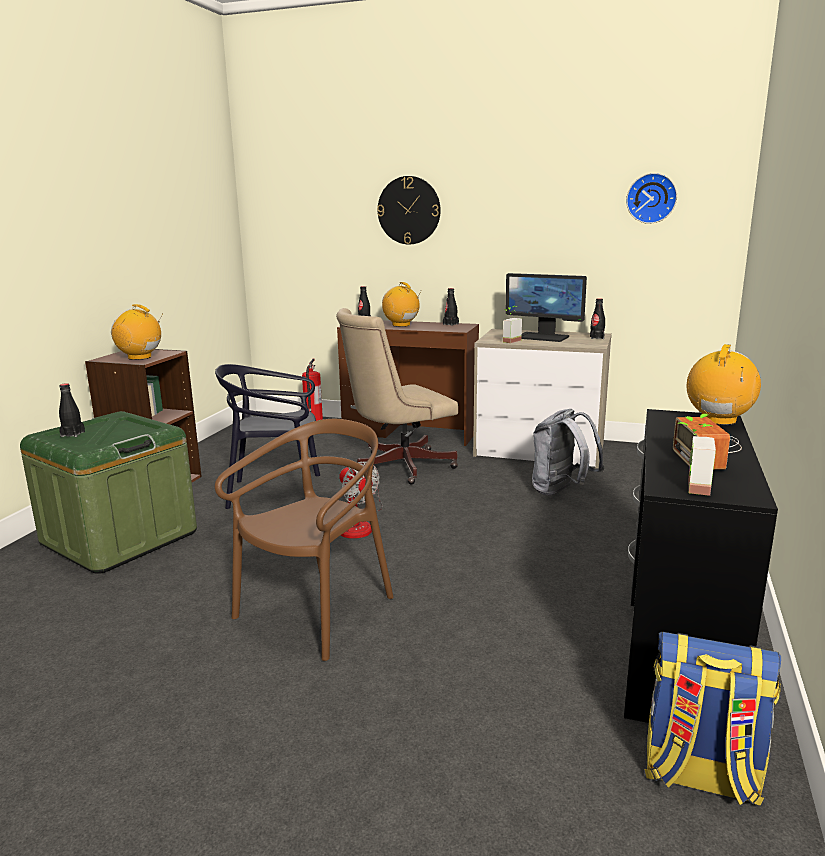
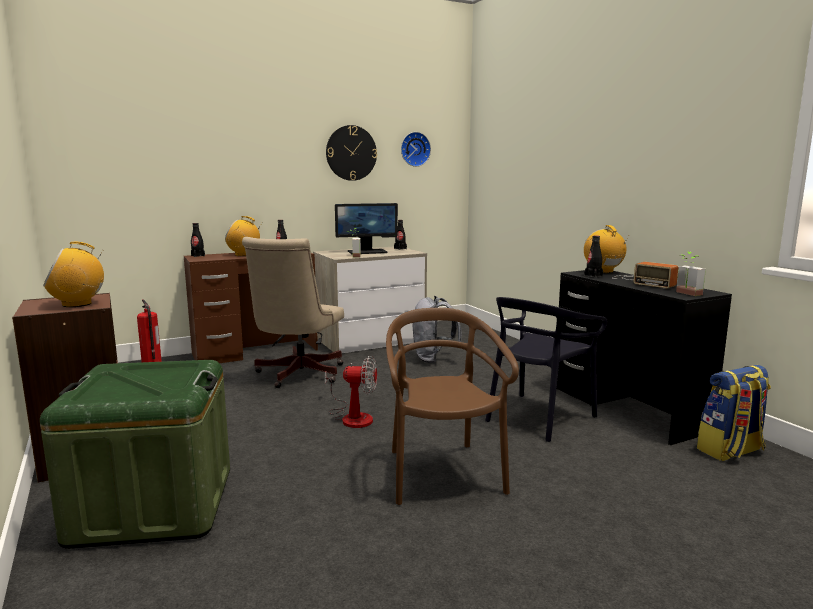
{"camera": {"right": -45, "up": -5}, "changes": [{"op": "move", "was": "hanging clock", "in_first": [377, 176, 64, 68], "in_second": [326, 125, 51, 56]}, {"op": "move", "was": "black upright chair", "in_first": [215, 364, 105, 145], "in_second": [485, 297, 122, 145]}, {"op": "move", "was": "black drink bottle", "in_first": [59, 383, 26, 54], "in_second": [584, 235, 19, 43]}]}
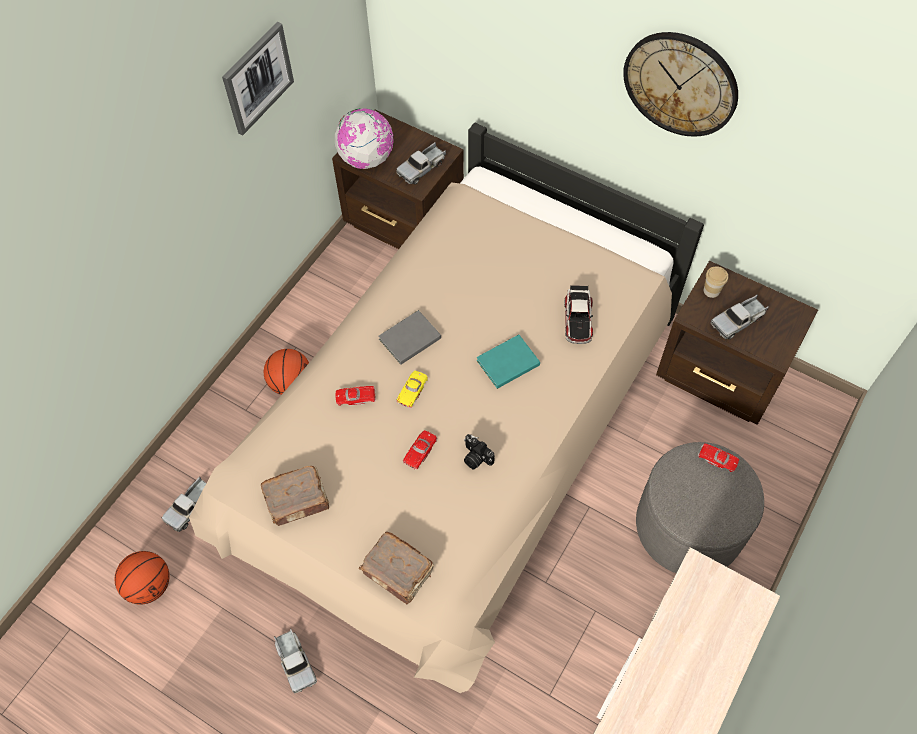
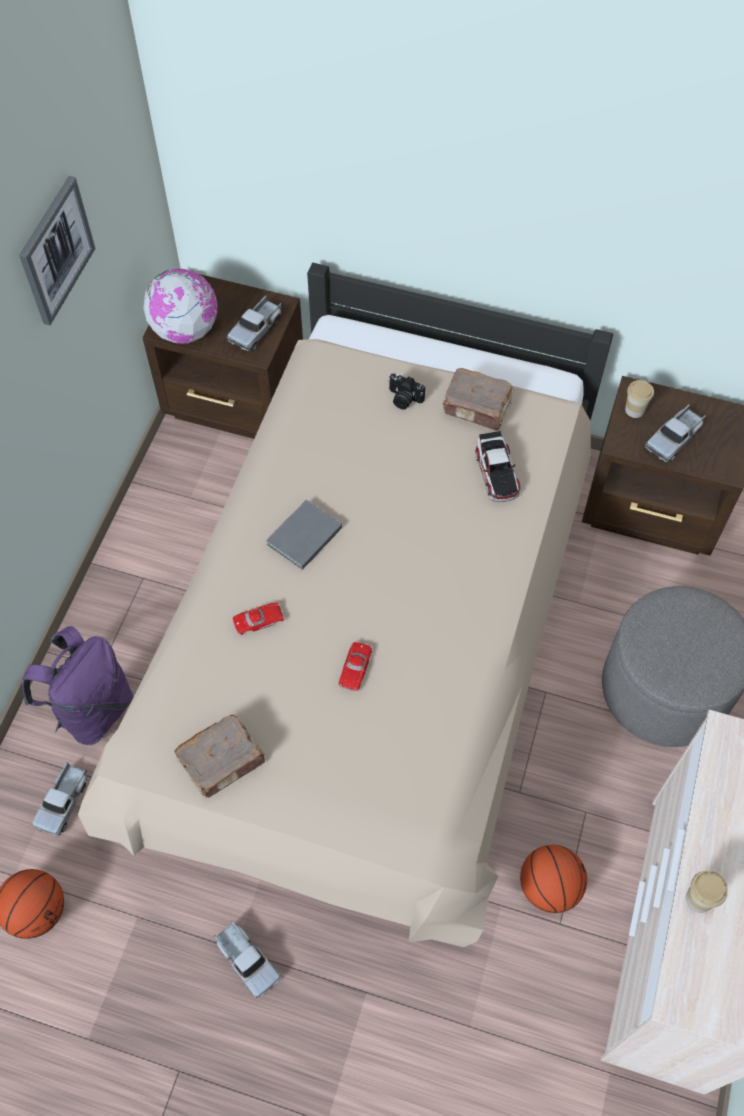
{"camera": {"right": -15, "up": 0}, "changes": [{"op": "delete", "was": "hanging clock", "in_first": [623, 32, 115, 105]}, {"op": "delete", "was": "blue-green volume", "in_first": [477, 335, 63, 54]}, {"op": "move", "was": "ball for basketball", "in_first": [264, 349, 45, 46], "in_second": [520, 845, 67, 68]}, {"op": "delete", "was": "yellowish toy car", "in_first": [397, 371, 31, 37]}, {"op": "move", "was": "photo camera", "in_first": [464, 434, 31, 35], "in_second": [388, 373, 37, 37]}, {"op": "delete", "was": "red toy car", "in_first": [698, 443, 41, 29]}, {"op": "move", "was": "brown-coloured volume", "in_first": [359, 532, 75, 73], "in_second": [442, 368, 72, 63]}, {"op": "insert", "now": "purplish knapsack", "in_second": [22, 626, 112, 119]}, {"op": "insert", "now": "small cup", "in_second": [686, 871, 42, 42]}]}
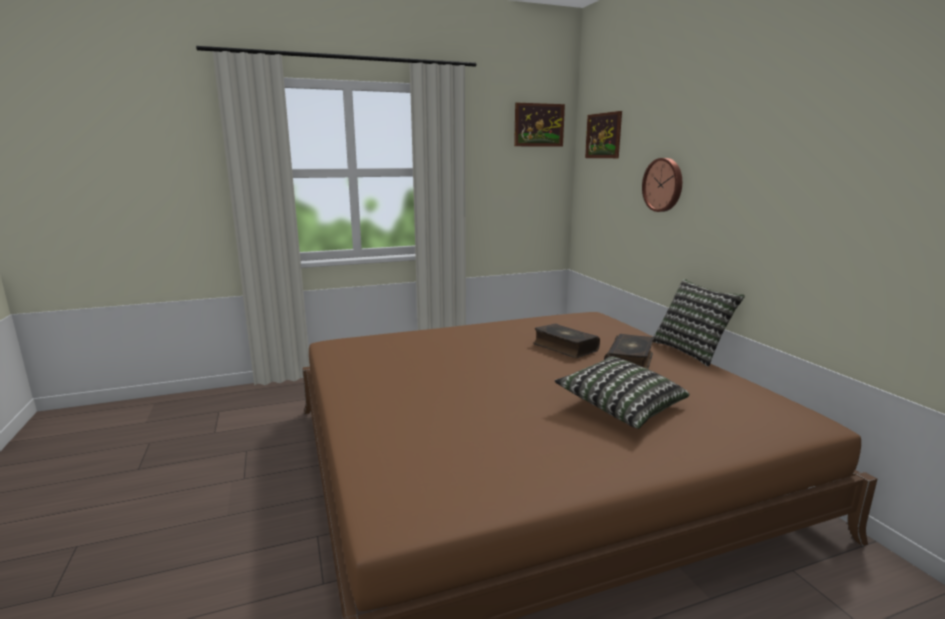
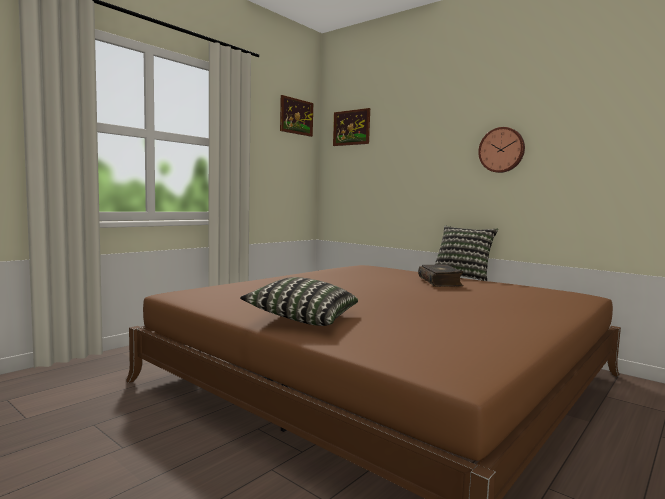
{"camera": {"right": -30, "up": -10}, "changes": [{"op": "move", "was": "hanging clock", "in_first": [642, 158, 40, 54], "in_second": [478, 127, 47, 46]}, {"op": "delete", "was": "volume", "in_first": [533, 323, 67, 35]}, {"op": "move", "was": "cushion", "in_first": [555, 356, 135, 73], "in_second": [240, 277, 118, 49]}]}
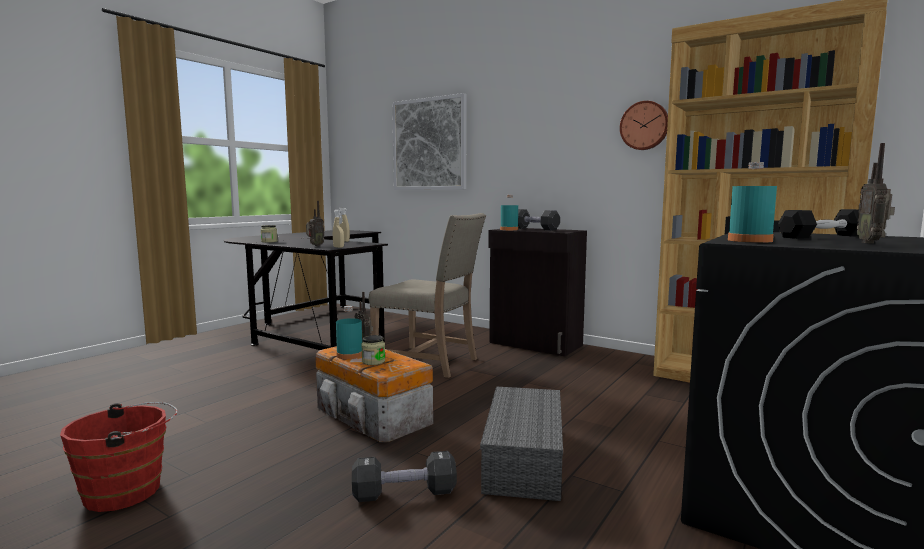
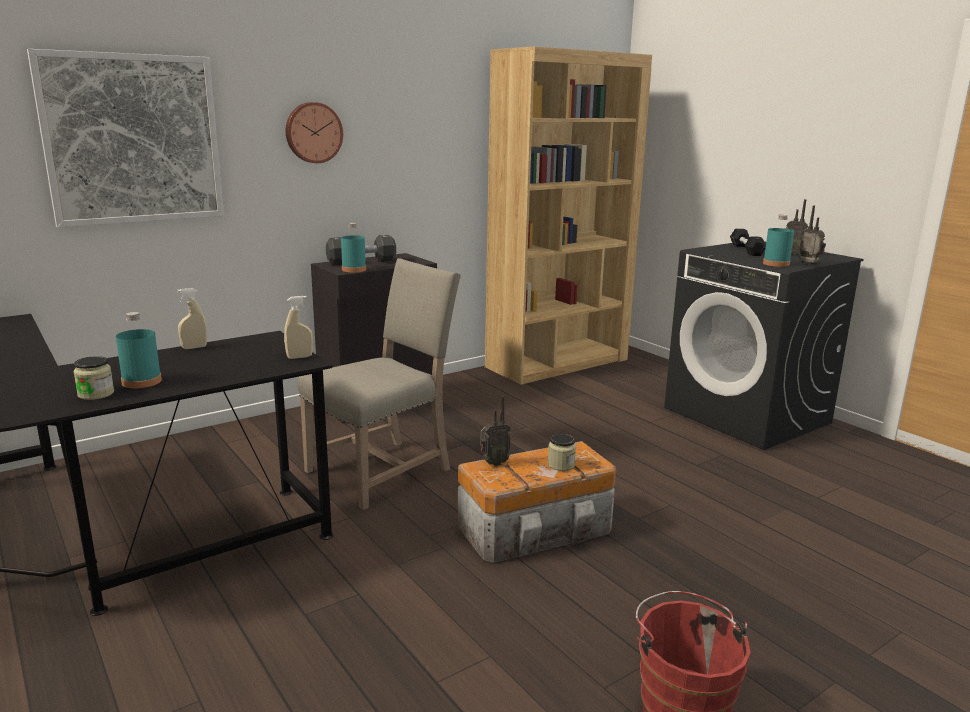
{"camera": {"right": -70, "up": 10}, "changes": [{"op": "move", "was": "hanging clock", "in_first": [620, 101, 48, 49], "in_second": [286, 102, 57, 61]}, {"op": "move", "was": "radio", "in_first": [306, 201, 19, 45], "in_second": [799, 205, 27, 61]}, {"op": "move", "was": "blue-green drink bottle", "in_first": [336, 306, 26, 53], "in_second": [116, 312, 46, 76]}, {"op": "delete", "was": "grey storage box", "in_first": [480, 386, 83, 115]}, {"op": "delete", "was": "black free weight", "in_first": [352, 451, 105, 51]}]}
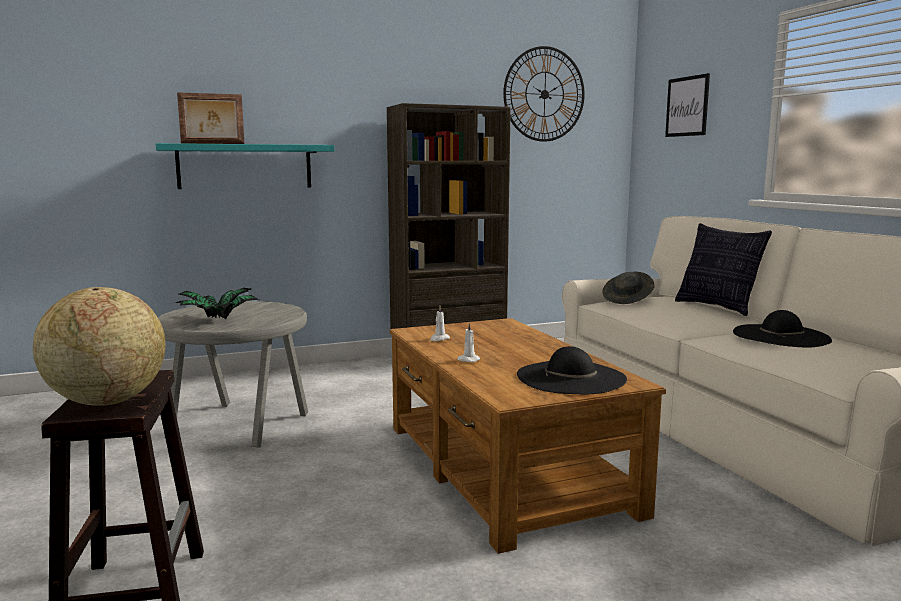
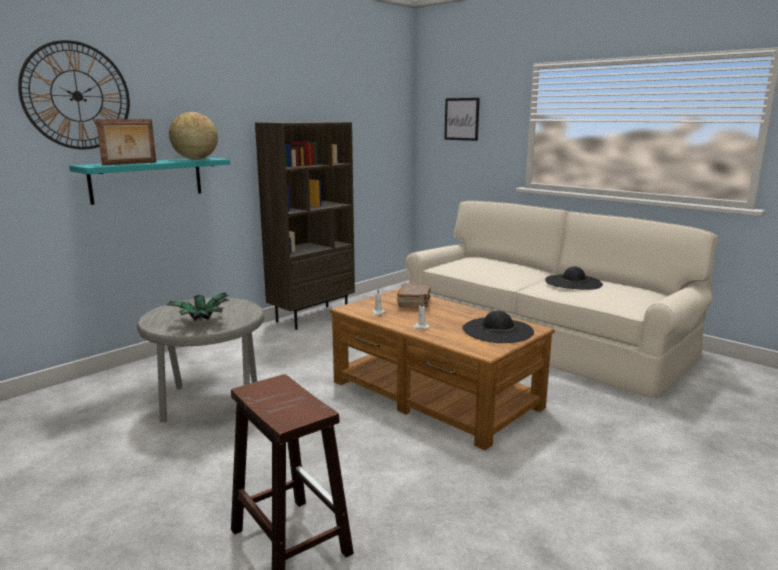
{"camera": {"right": -25, "up": 5}, "changes": [{"op": "move", "was": "hanging clock", "in_first": [503, 46, 82, 96], "in_second": [18, 40, 112, 109]}, {"op": "delete", "was": "cushion", "in_first": [675, 223, 97, 93]}, {"op": "delete", "was": "grey wearable hat", "in_first": [602, 272, 52, 32]}, {"op": "move", "was": "globe", "in_first": [33, 287, 133, 119], "in_second": [169, 112, 49, 48]}, {"op": "insert", "now": "brown-coloured volume", "in_second": [397, 284, 34, 24]}]}
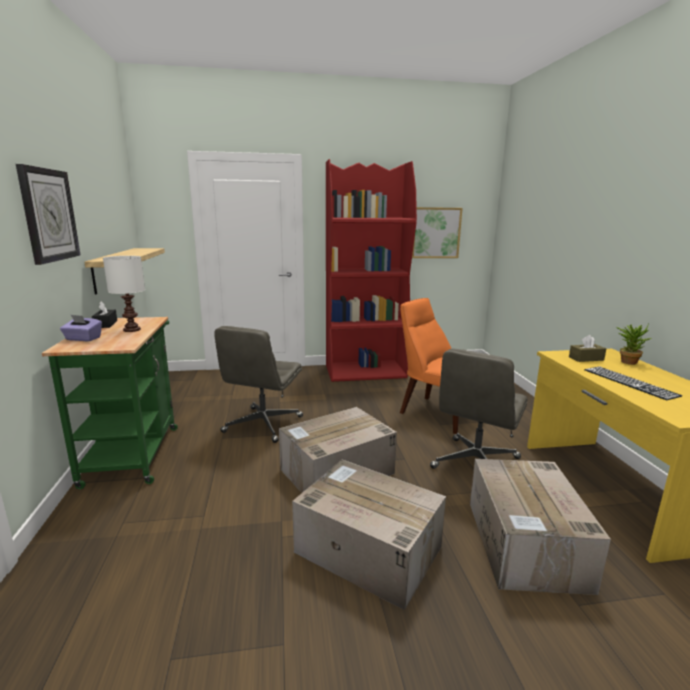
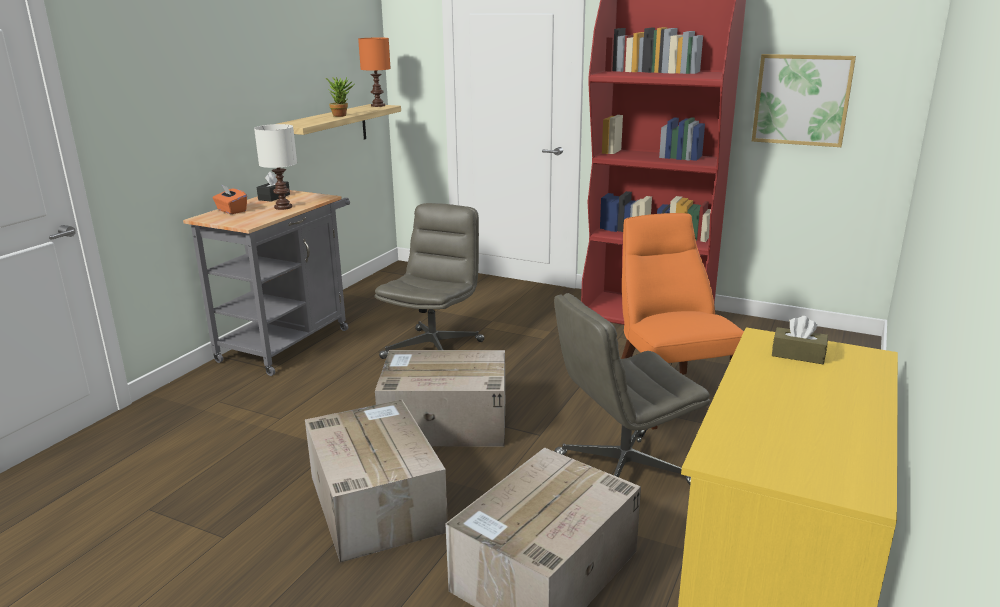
{"camera": {"right": 35, "up": 5}, "changes": [{"op": "delete", "was": "hanging clock", "in_first": [16, 164, 65, 101]}, {"op": "recolor", "was": "purplish tissue box", "now": "orange tissue box", "in_first": [60, 315, 42, 26], "in_second": [212, 184, 35, 30]}, {"op": "recolor", "was": "greenish cart", "now": "grey cart", "in_first": [42, 317, 136, 172], "in_second": [183, 190, 167, 186]}, {"op": "move", "was": "potted plant", "in_first": [616, 324, 35, 41], "in_second": [325, 77, 29, 40]}, {"op": "rotate", "was": "grey desk chair", "in_first": [214, 326, 89, 117], "in_second": [374, 203, 111, 156], "clockwise": 150}, {"op": "delete", "was": "keyboard", "in_first": [584, 367, 98, 33]}, {"op": "insert", "now": "orange table lamp", "in_second": [358, 38, 33, 69]}]}
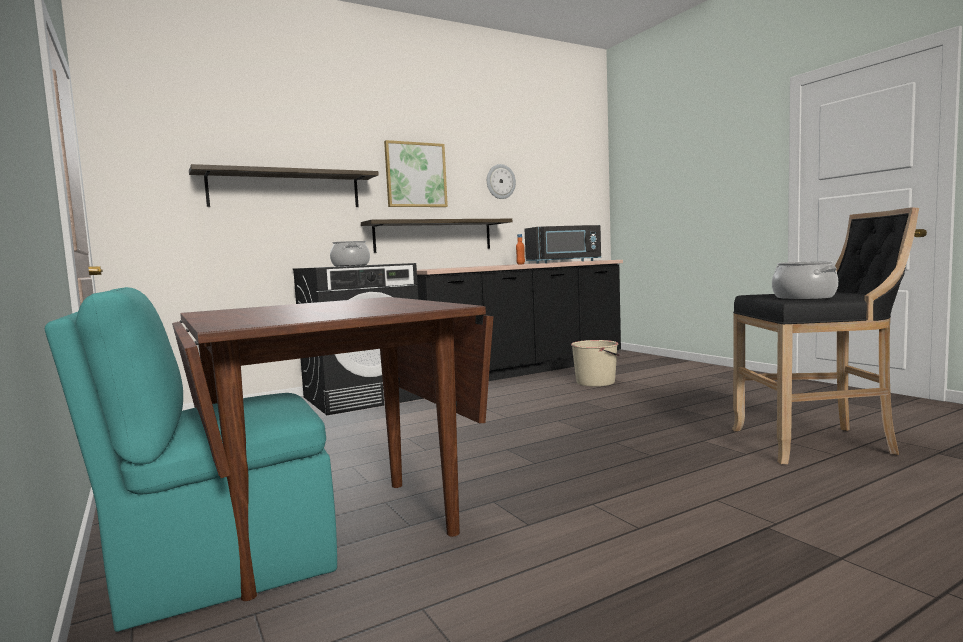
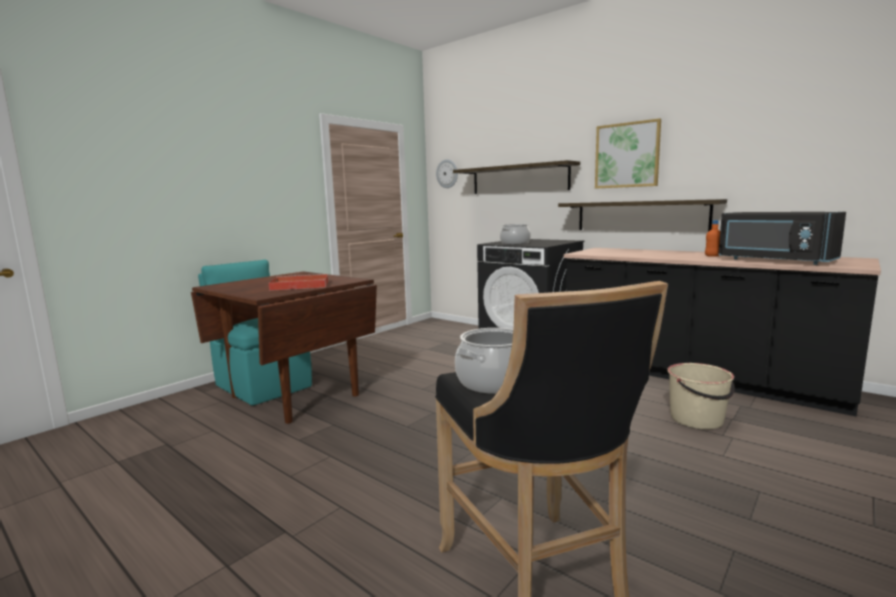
{"camera": {"right": 70, "up": 5}, "changes": [{"op": "move", "was": "hanging clock", "in_first": [487, 164, 29, 35], "in_second": [436, 159, 22, 29]}, {"op": "insert", "now": "red carrying tray", "in_second": [269, 274, 60, 17]}]}
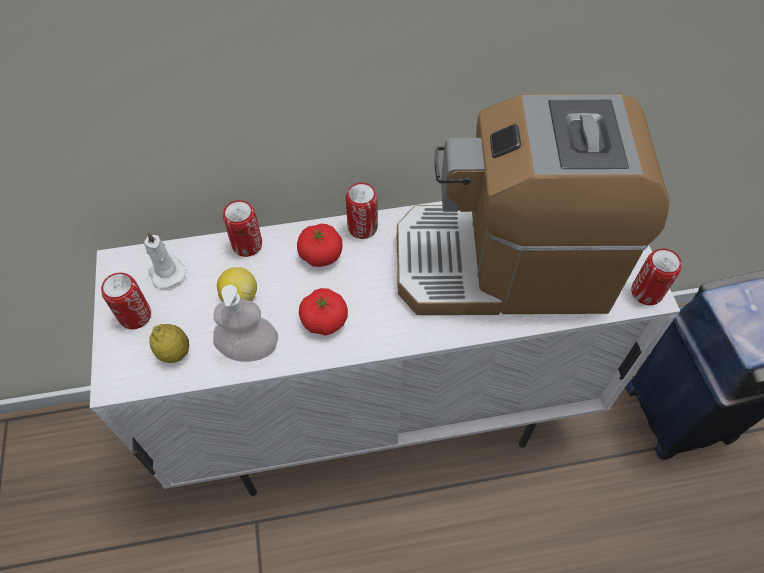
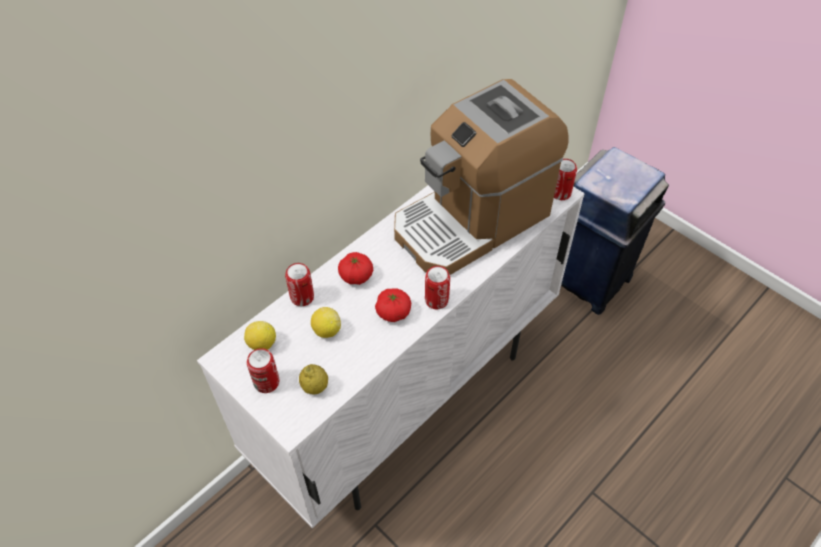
{"camera": {"right": -35, "up": -5}, "changes": [{"op": "move", "was": "can", "in_first": [346, 183, 32, 56], "in_second": [425, 266, 25, 43]}, {"op": "replace", "was": "white-coloured wax light", "now": "whole lemon", "in_first": [144, 231, 43, 58], "in_second": [244, 321, 32, 29]}, {"op": "delete", "was": "liquid soap bottle", "in_first": [213, 285, 65, 77]}]}
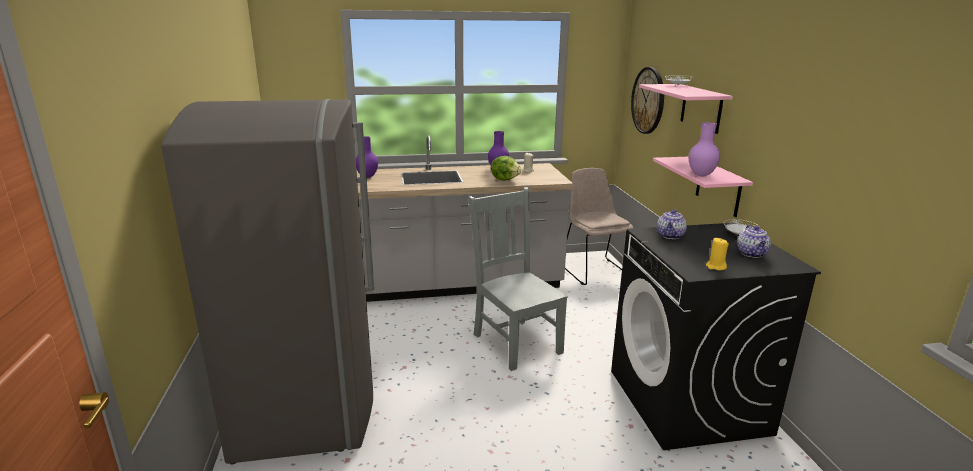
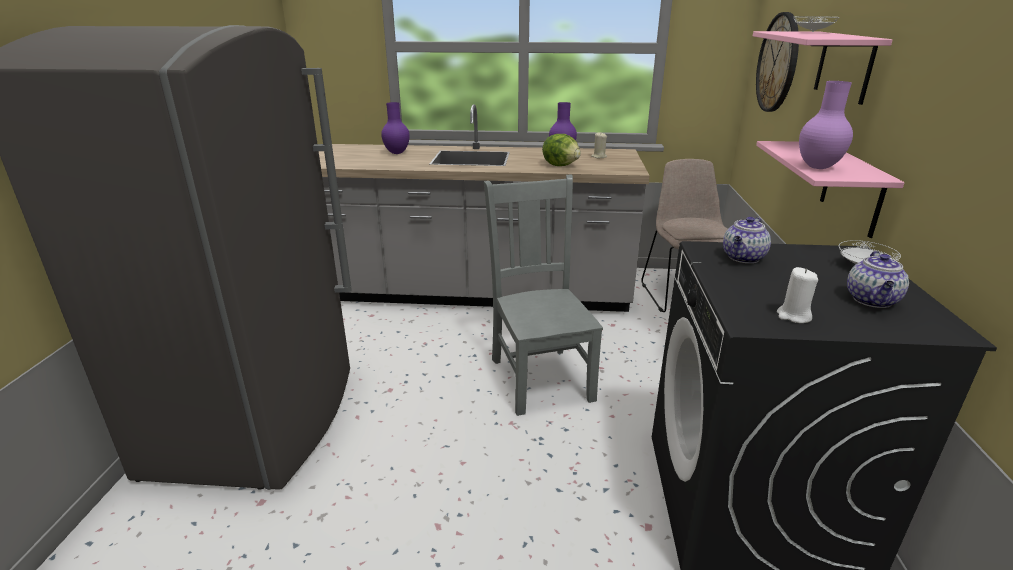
{"camera": {"right": 15, "up": 5}, "changes": [{"op": "recolor", "was": "yellowish wax light", "now": "white-coloured wax light", "in_first": [706, 238, 23, 32], "in_second": [777, 267, 41, 56]}]}
